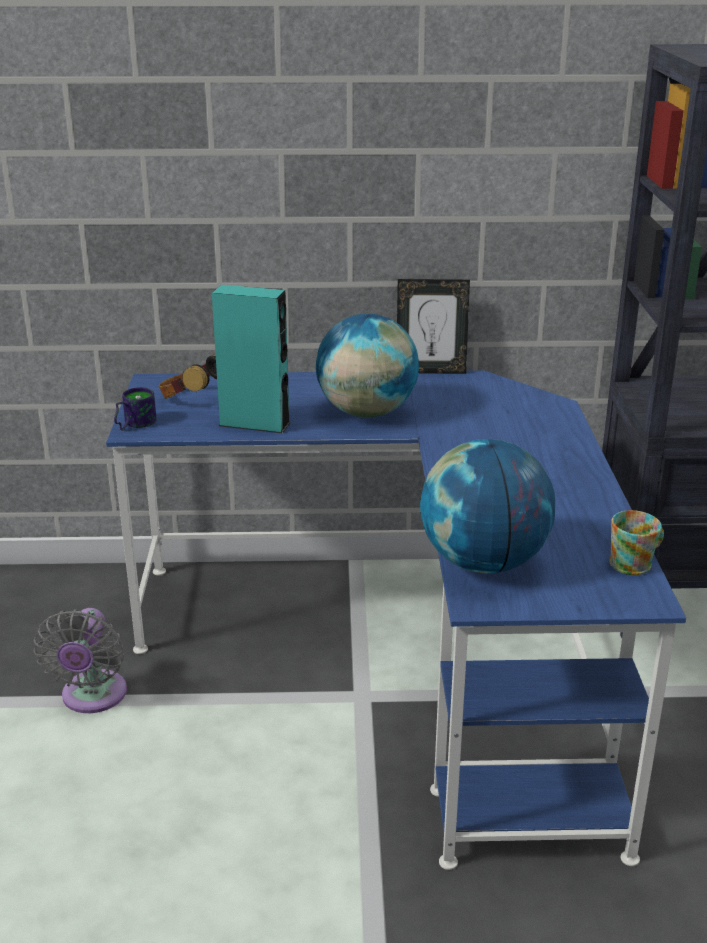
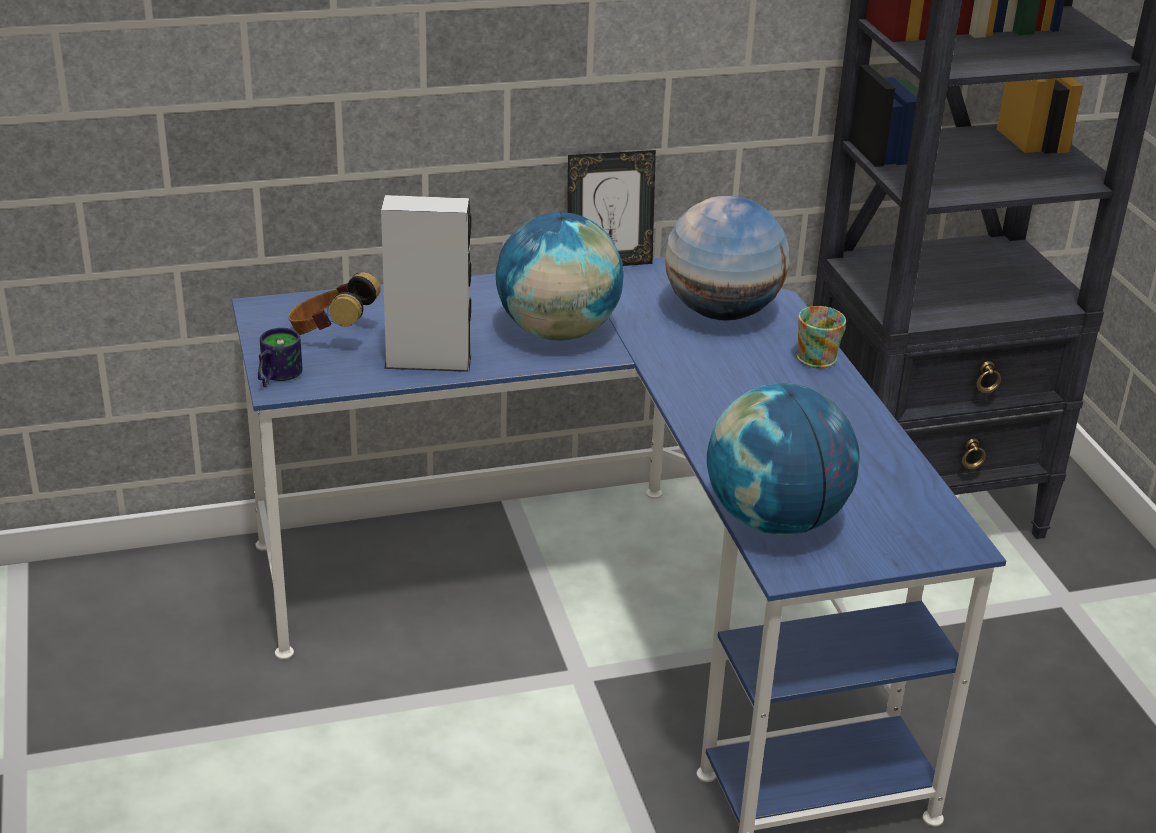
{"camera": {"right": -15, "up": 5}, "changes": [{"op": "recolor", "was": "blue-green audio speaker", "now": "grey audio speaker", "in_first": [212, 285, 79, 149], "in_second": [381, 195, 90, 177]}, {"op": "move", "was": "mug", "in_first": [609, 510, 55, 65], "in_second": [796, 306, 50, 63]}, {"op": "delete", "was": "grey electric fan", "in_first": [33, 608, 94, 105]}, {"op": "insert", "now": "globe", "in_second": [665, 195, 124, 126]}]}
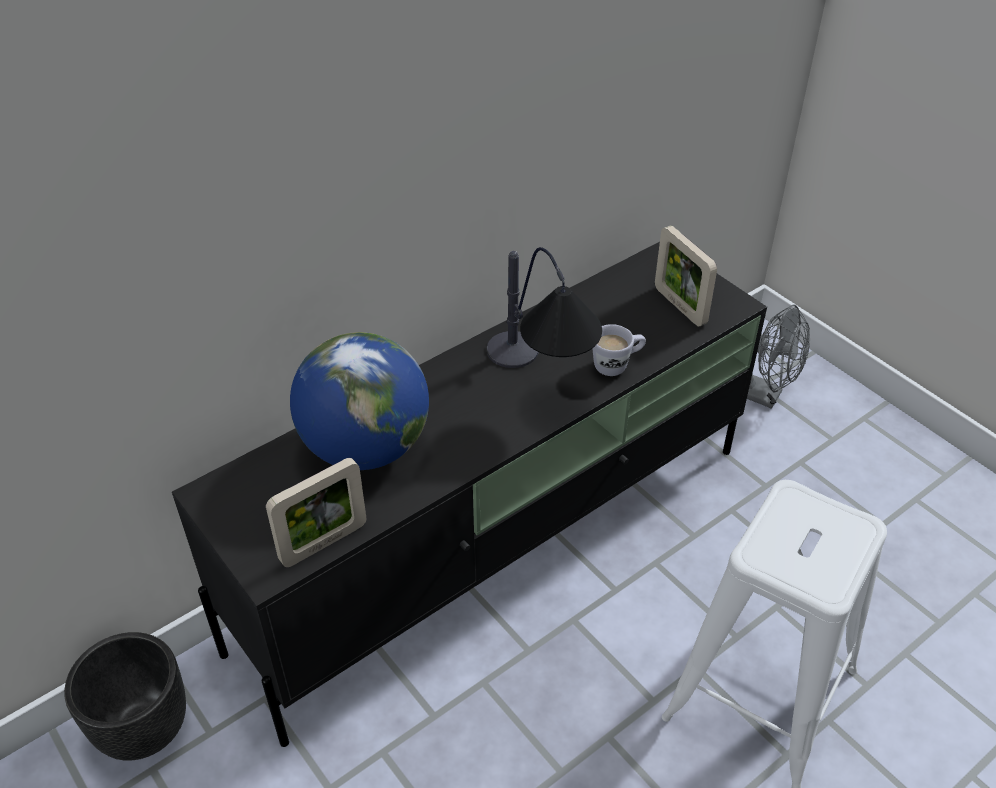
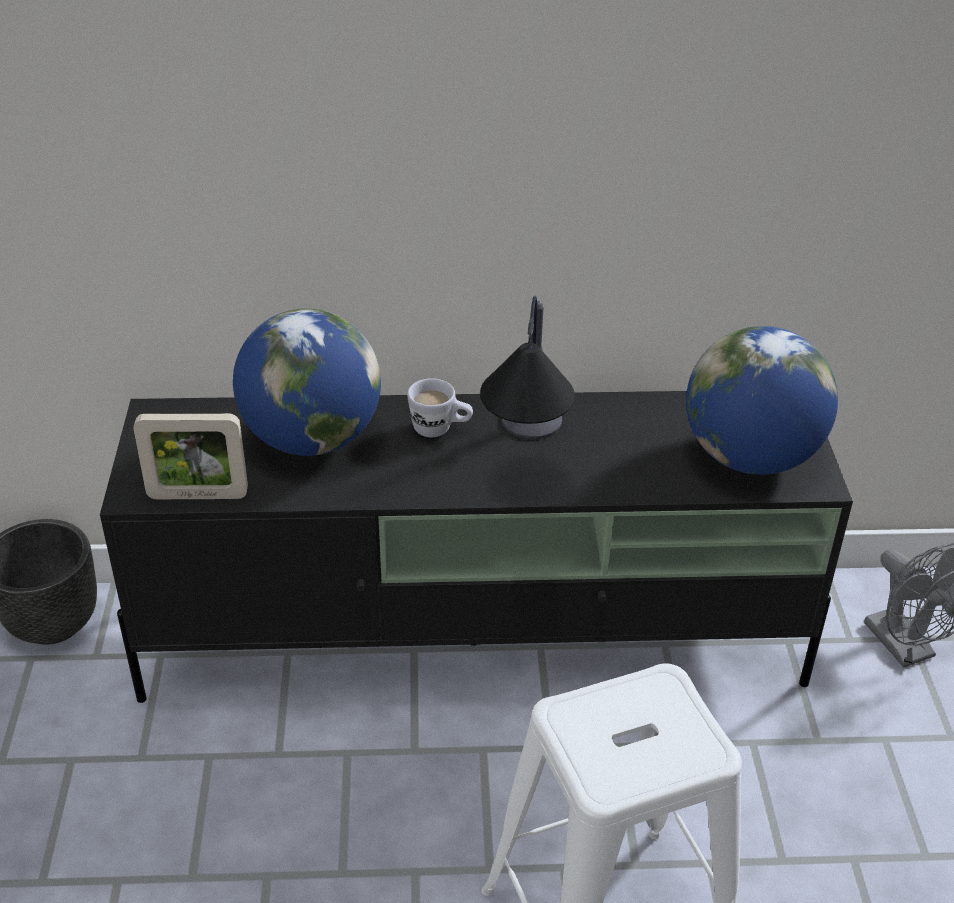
{"camera": {"right": 35, "up": -5}, "changes": [{"op": "replace", "was": "photo frame", "now": "globe", "in_first": [655, 225, 62, 102], "in_second": [686, 326, 152, 149]}, {"op": "move", "was": "white-coloured mug", "in_first": [592, 324, 54, 52], "in_second": [407, 378, 66, 59]}]}
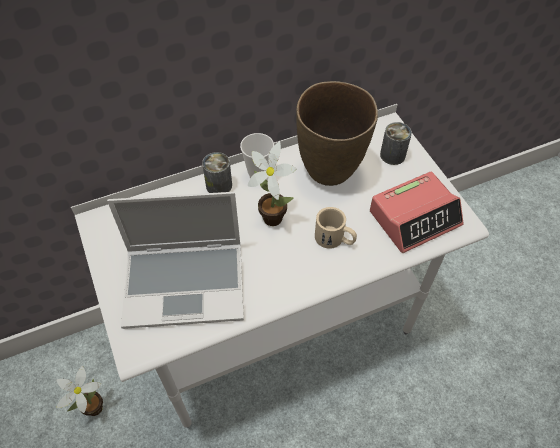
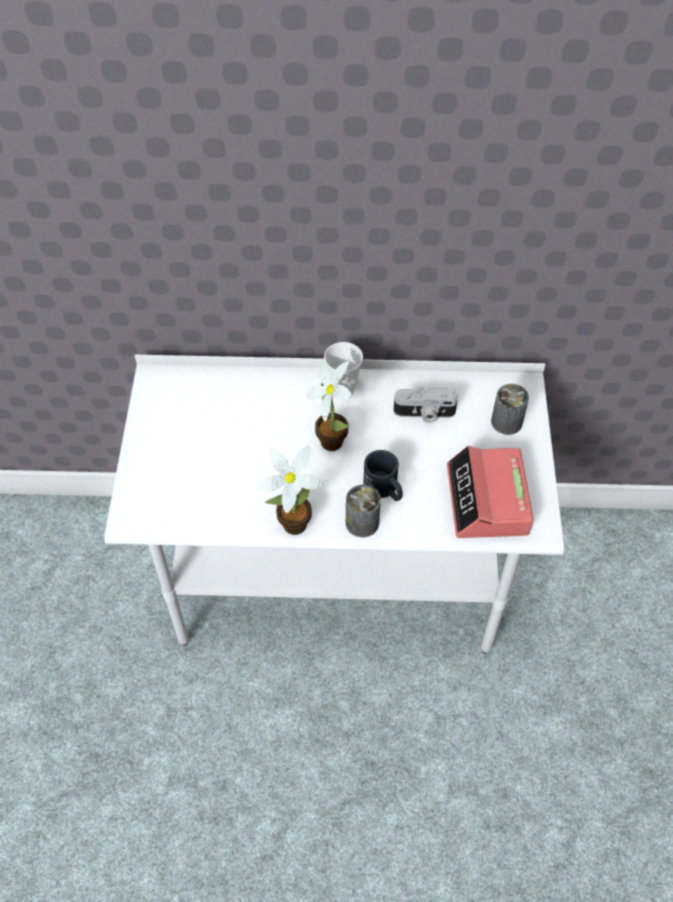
{"camera": {"right": 25, "up": 0}, "changes": [{"op": "replace", "was": "brown-coloured flower vase", "now": "photo camera", "in_first": [296, 81, 82, 105], "in_second": [393, 387, 65, 36]}, {"op": "move", "was": "can", "in_first": [202, 152, 30, 41], "in_second": [346, 485, 35, 53]}, {"op": "rotate", "was": "table clock", "in_first": [370, 172, 93, 81], "in_second": [447, 446, 87, 92], "clockwise": 90}, {"op": "delete", "was": "laptop", "in_first": [107, 192, 137, 137]}, {"op": "recolor", "was": "beige-coloured mug", "now": "black mug", "in_first": [315, 207, 42, 42], "in_second": [363, 450, 40, 51]}, {"op": "move", "was": "potted plant", "in_first": [56, 366, 47, 50], "in_second": [256, 446, 68, 89]}]}
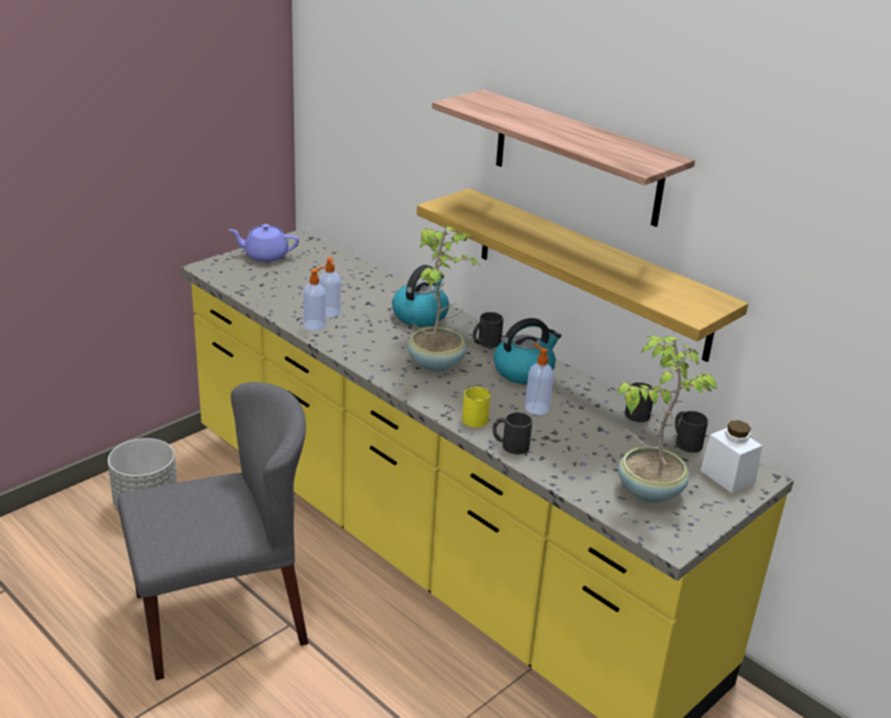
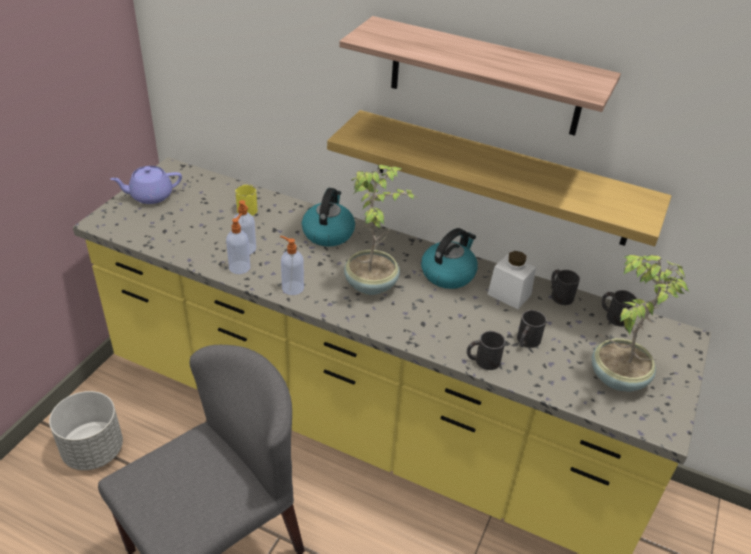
{"camera": {"right": -20, "up": 10}, "changes": [{"op": "move", "was": "black mug", "in_first": [473, 312, 31, 36], "in_second": [517, 310, 30, 38]}, {"op": "move", "was": "liquid soap bottle", "in_first": [525, 344, 29, 71], "in_second": [280, 236, 24, 59]}, {"op": "move", "was": "yellowish mug", "in_first": [462, 386, 28, 41], "in_second": [235, 185, 22, 31]}, {"op": "move", "was": "white-coloured preserve jar", "in_first": [700, 420, 62, 73], "in_second": [487, 251, 49, 58]}]}
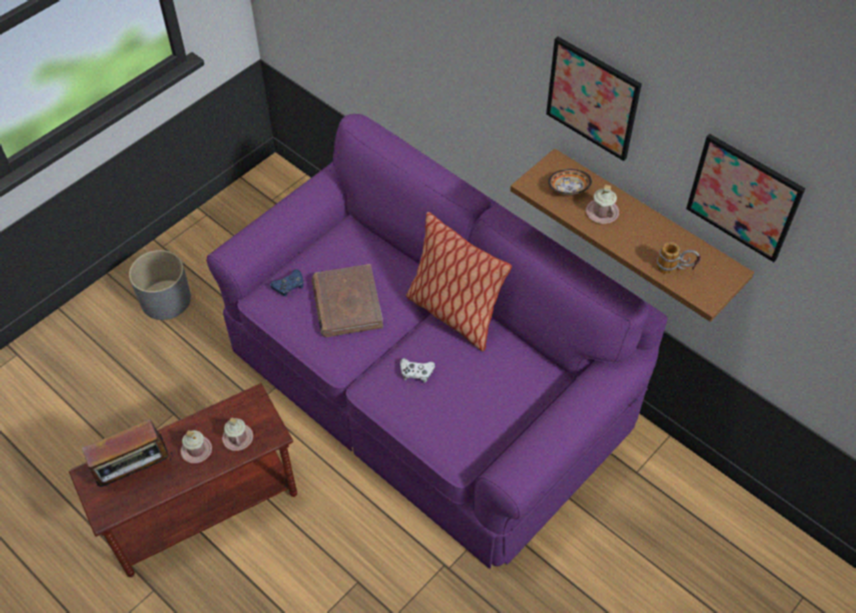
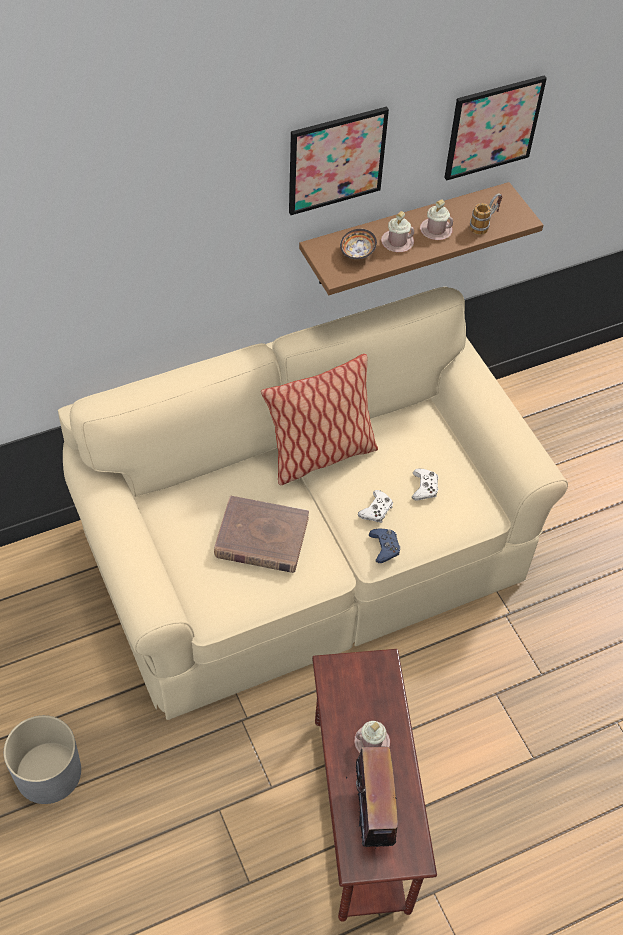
{"camera": {"right": -70, "up": 0}, "changes": [{"op": "recolor", "was": "purplish settee", "now": "beige-coloured settee", "in_first": [207, 114, 461, 455], "in_second": [58, 287, 510, 433]}, {"op": "move", "was": "blue-coloured joypad", "in_first": [270, 269, 33, 28], "in_second": [369, 529, 31, 34]}, {"op": "move", "was": "pink mug", "in_first": [222, 417, 31, 34], "in_second": [420, 199, 33, 41]}, {"op": "insert", "now": "white-coloured joypad", "in_second": [412, 468, 27, 33]}]}
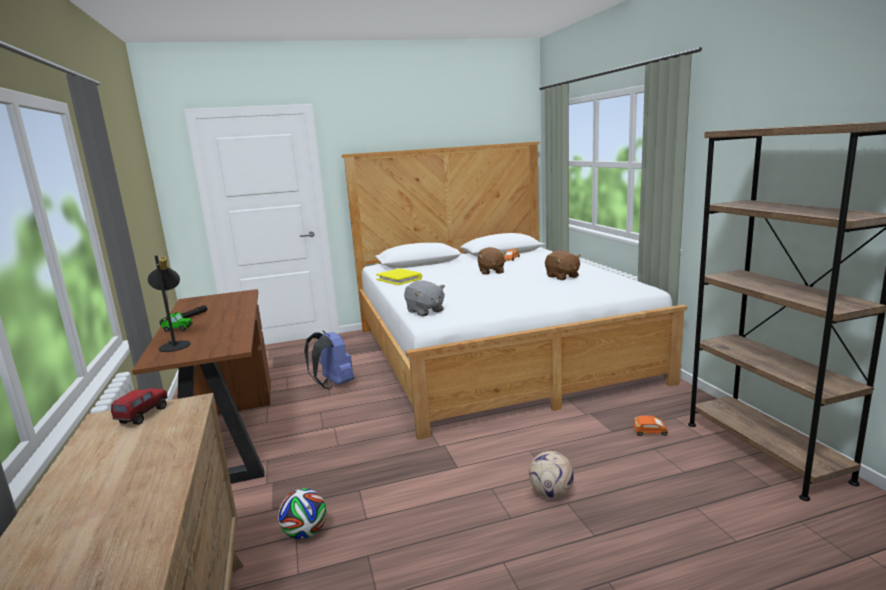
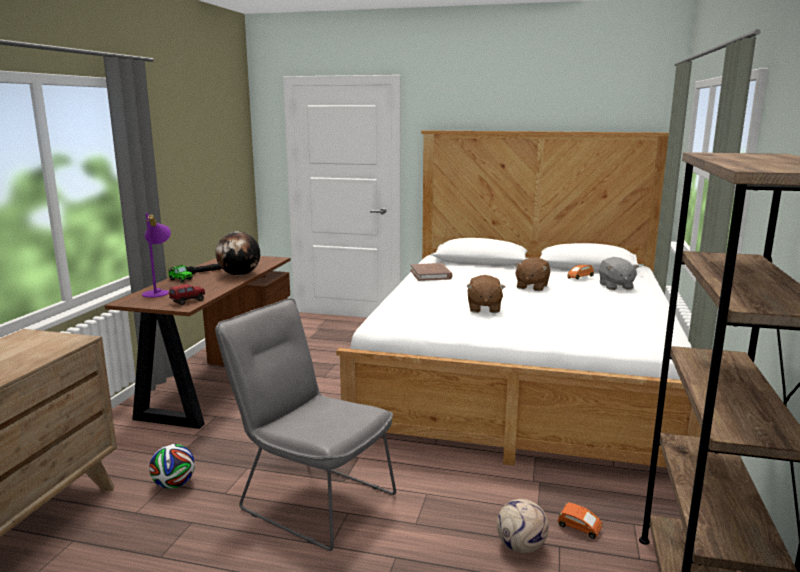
{"camera": {"right": 30, "up": 0}, "changes": [{"op": "move", "was": "brown-coloured plush toy", "in_first": [545, 251, 36, 29], "in_second": [467, 275, 38, 38]}, {"op": "recolor", "was": "black table lamp", "now": "purplish table lamp", "in_first": [148, 255, 43, 97], "in_second": [142, 213, 29, 85]}, {"op": "recolor", "was": "yellowish volume", "now": "brown-coloured volume", "in_first": [376, 268, 46, 17], "in_second": [410, 263, 43, 18]}, {"op": "move", "was": "grey plush toy", "in_first": [404, 280, 41, 36], "in_second": [599, 257, 40, 33]}, {"op": "delete", "was": "blue-coloured knapsack", "in_first": [304, 331, 50, 58]}, {"op": "move", "was": "toy truck", "in_first": [111, 388, 57, 37], "in_second": [169, 284, 36, 21]}, {"op": "move", "was": "ball for football", "in_first": [529, 451, 45, 47], "in_second": [497, 499, 52, 54]}, {"op": "insert", "now": "globe", "in_second": [216, 231, 44, 45]}, {"op": "insert", "now": "grey upright chair", "in_second": [215, 298, 181, 253]}]}
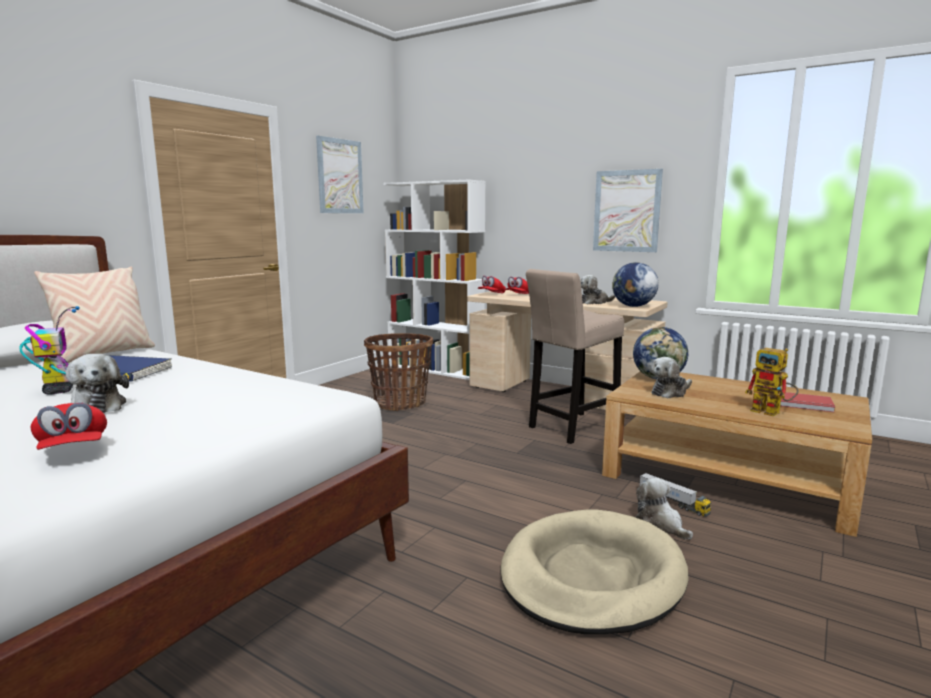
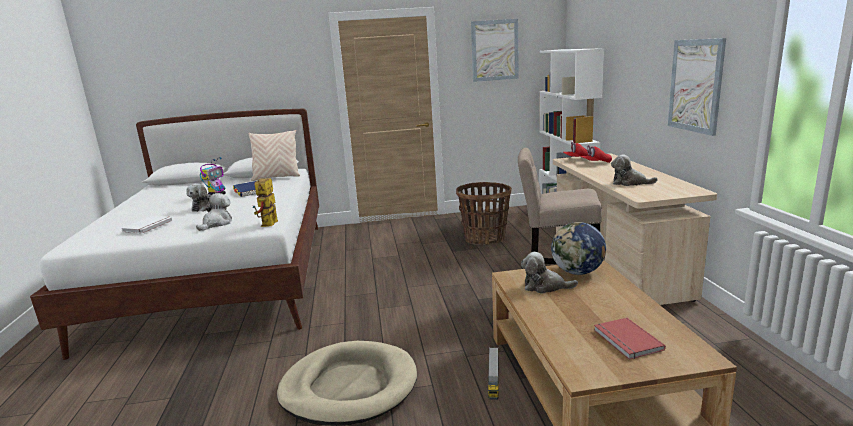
{"camera": {"right": 50, "up": 5}, "changes": [{"op": "delete", "was": "globe", "in_first": [612, 262, 46, 45]}, {"op": "move", "was": "robot figure", "in_first": [745, 348, 54, 68], "in_second": [253, 178, 25, 49]}, {"op": "replace", "was": "red baseball cap", "now": "white-coloured volume", "in_first": [31, 402, 76, 48], "in_second": [122, 216, 51, 17]}, {"op": "move", "was": "plush toy", "in_first": [636, 478, 57, 62], "in_second": [196, 193, 36, 38]}]}
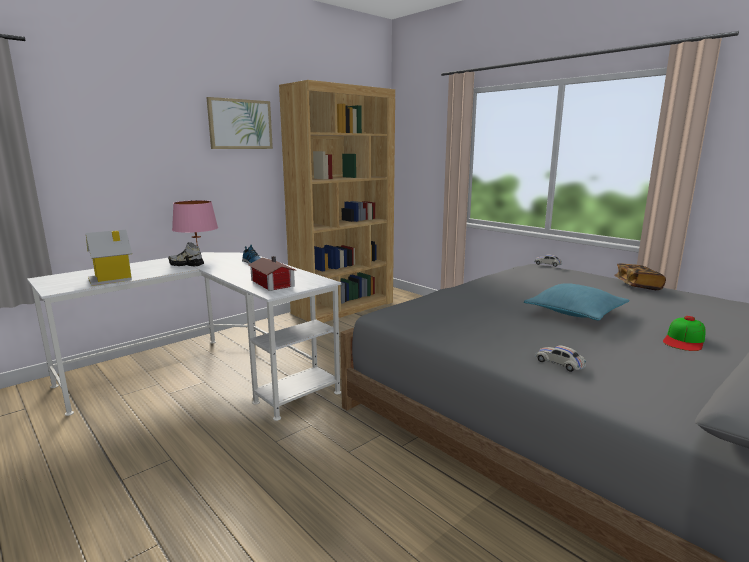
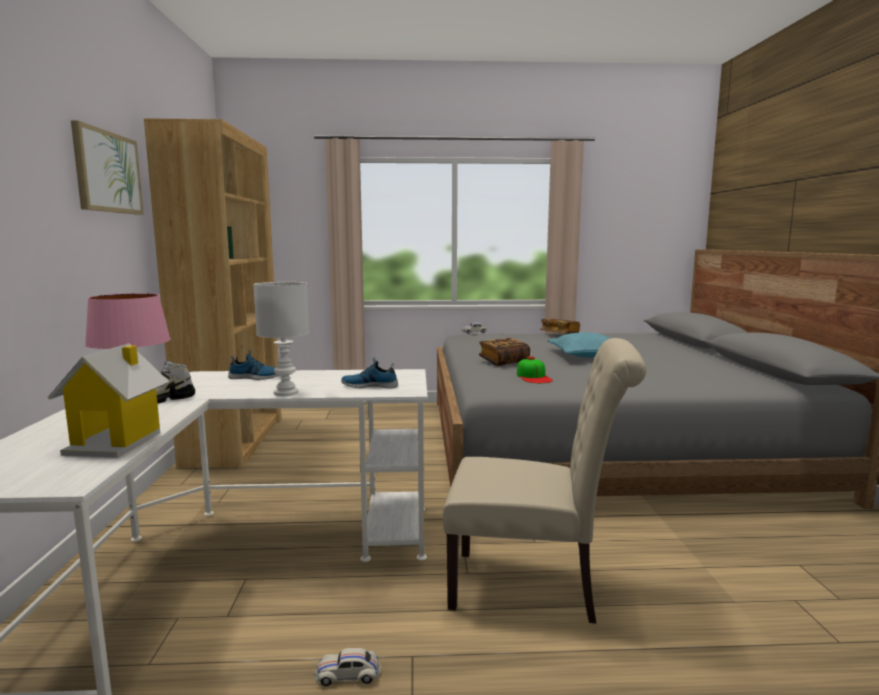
{"camera": {"right": -50, "up": -5}, "changes": [{"op": "replace", "was": "model house", "now": "low shoe", "in_first": [248, 256, 49, 35], "in_second": [341, 357, 57, 32]}, {"op": "move", "was": "baseball cap", "in_first": [663, 316, 43, 35], "in_second": [517, 356, 36, 27]}, {"op": "move", "was": "white-coloured toy car", "in_first": [535, 345, 51, 27], "in_second": [314, 648, 67, 38]}, {"op": "insert", "now": "white-coloured table lamp", "in_second": [253, 282, 56, 114]}, {"op": "insert", "now": "beige-coloured upright chair", "in_second": [443, 338, 203, 286]}, {"op": "insert", "now": "volume", "in_second": [479, 338, 51, 28]}]}
